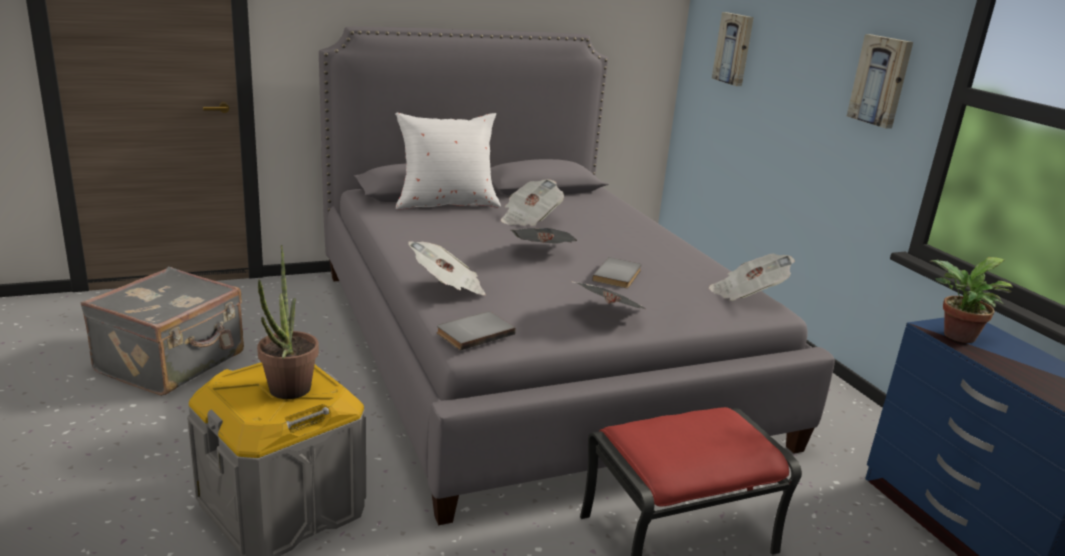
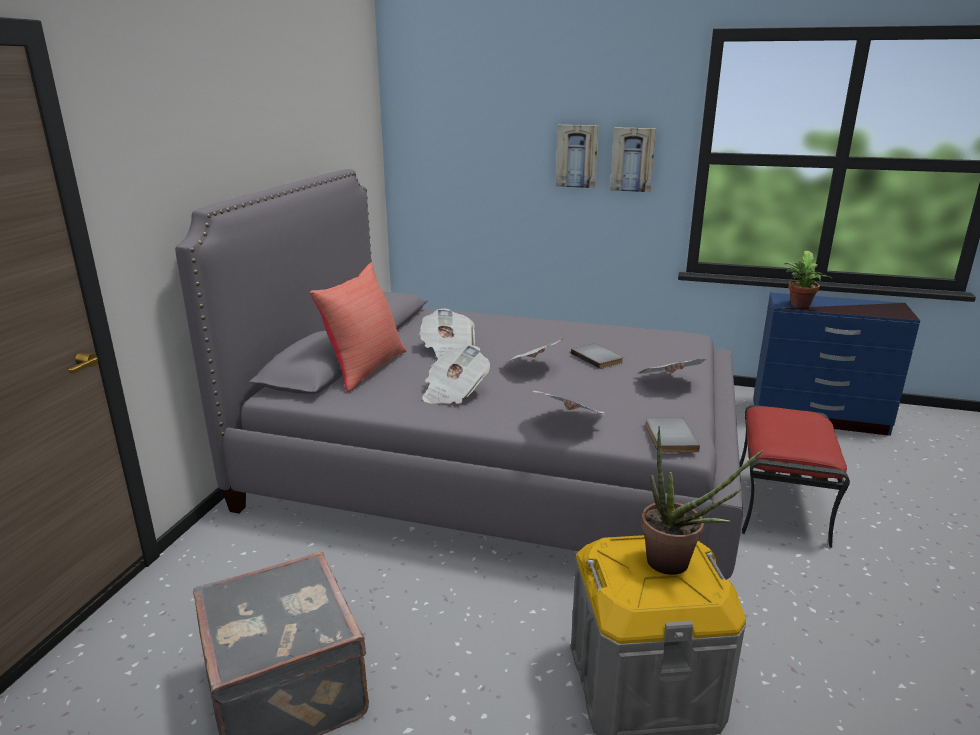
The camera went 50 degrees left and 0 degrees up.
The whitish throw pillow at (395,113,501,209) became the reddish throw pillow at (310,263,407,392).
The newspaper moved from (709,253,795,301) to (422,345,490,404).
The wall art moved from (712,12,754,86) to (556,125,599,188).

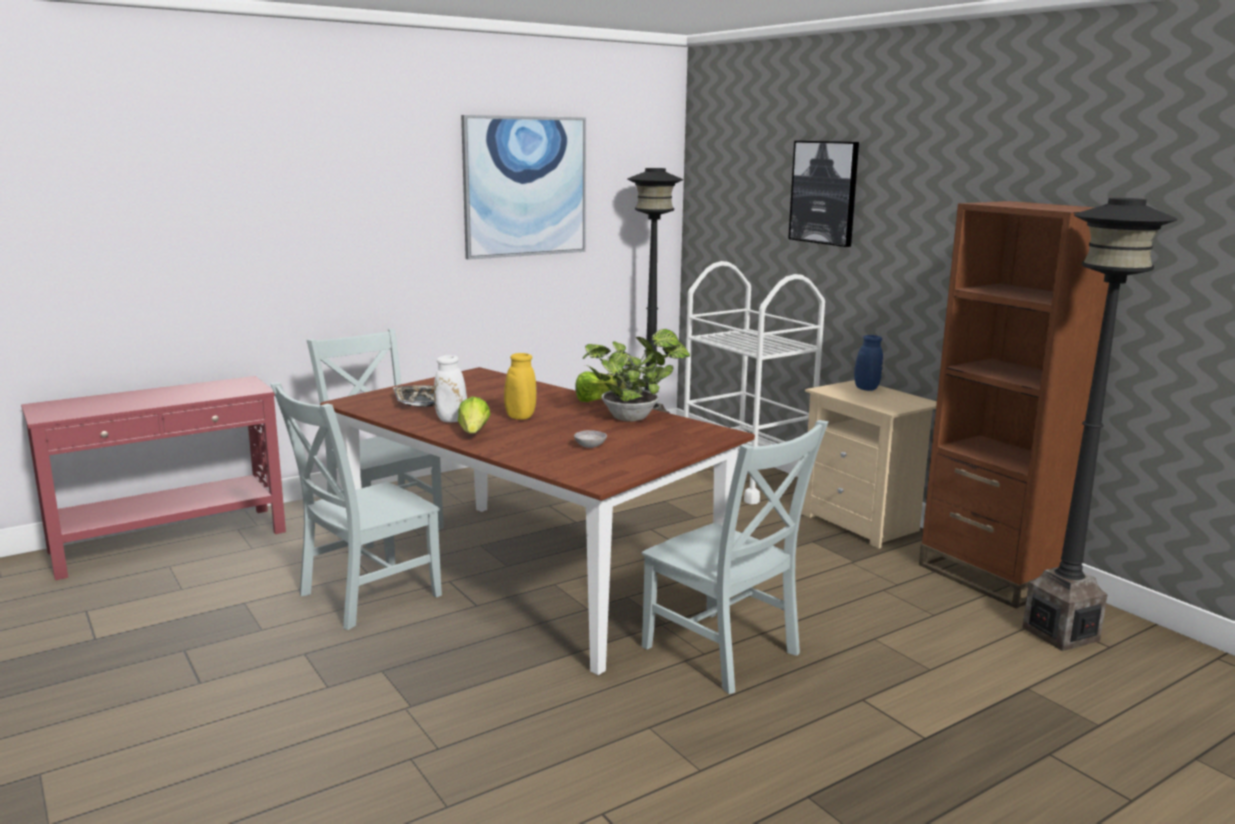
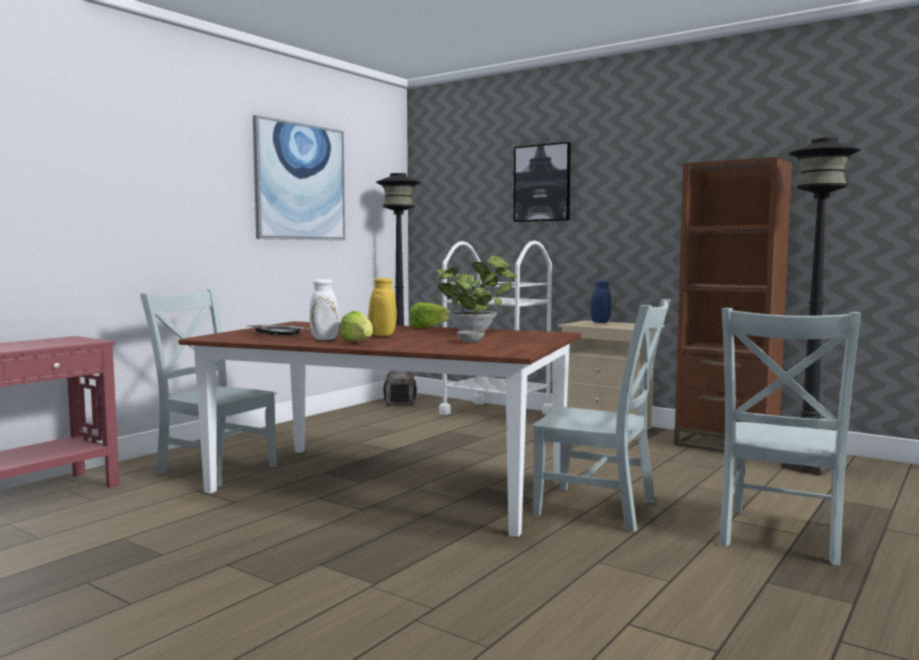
The camera went 20 degrees left and 10 degrees down.
The grey chair moved from (270,382,442,630) to (719,308,861,566).

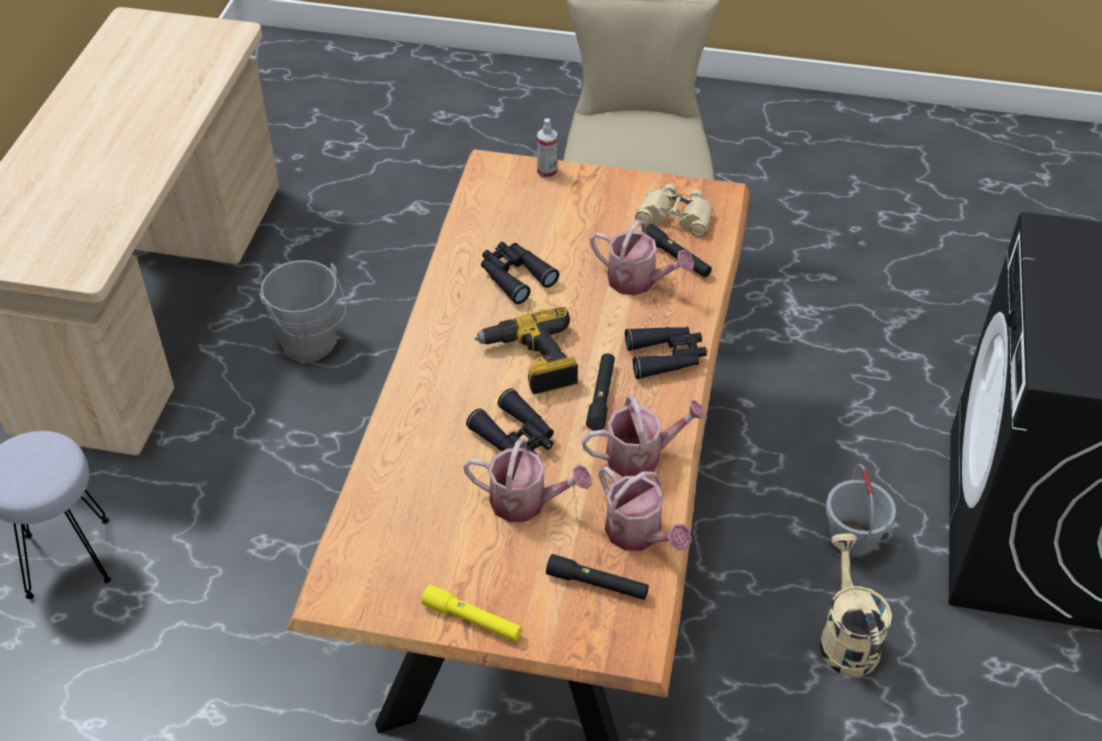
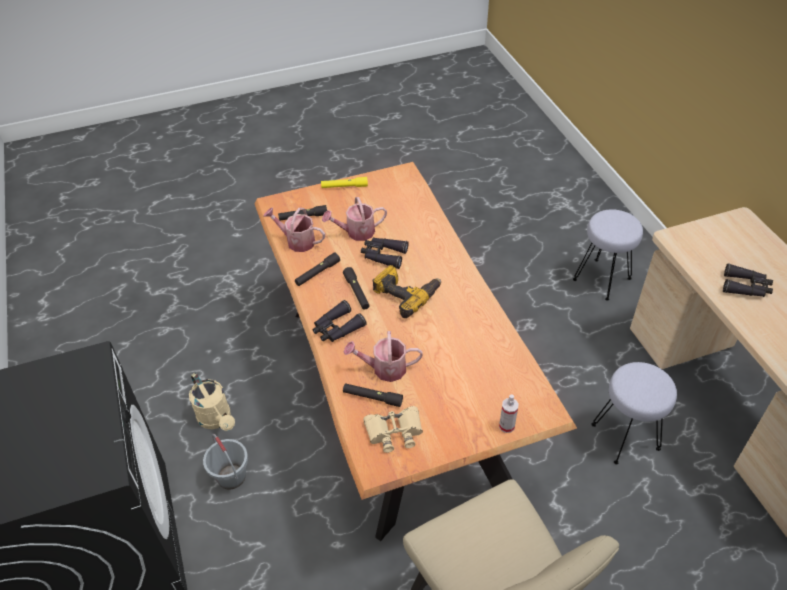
The camera went 150 degrees right and 0 degrees up.
The watering pot at (582,395,707,477) was replaced by the blackish torch at (295,252,340,286).
The grey bucket at (258,260,346,362) was replaced by the grey stool at (591,362,677,464).
The blackish pair of binoculars moved from (481,242,559,304) to (723,263,773,297).

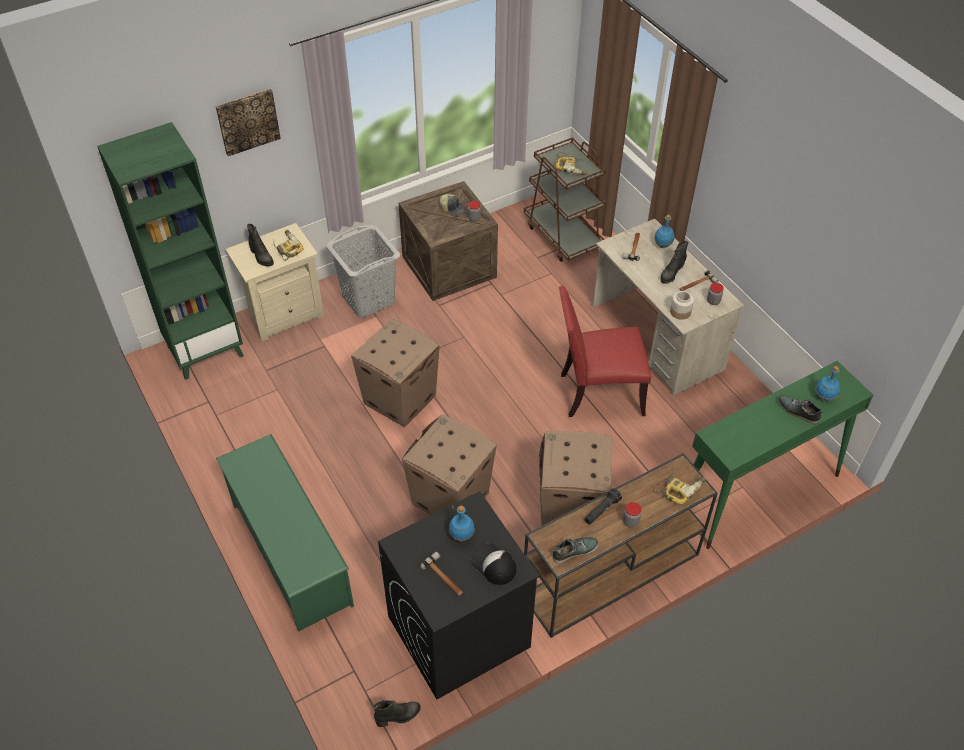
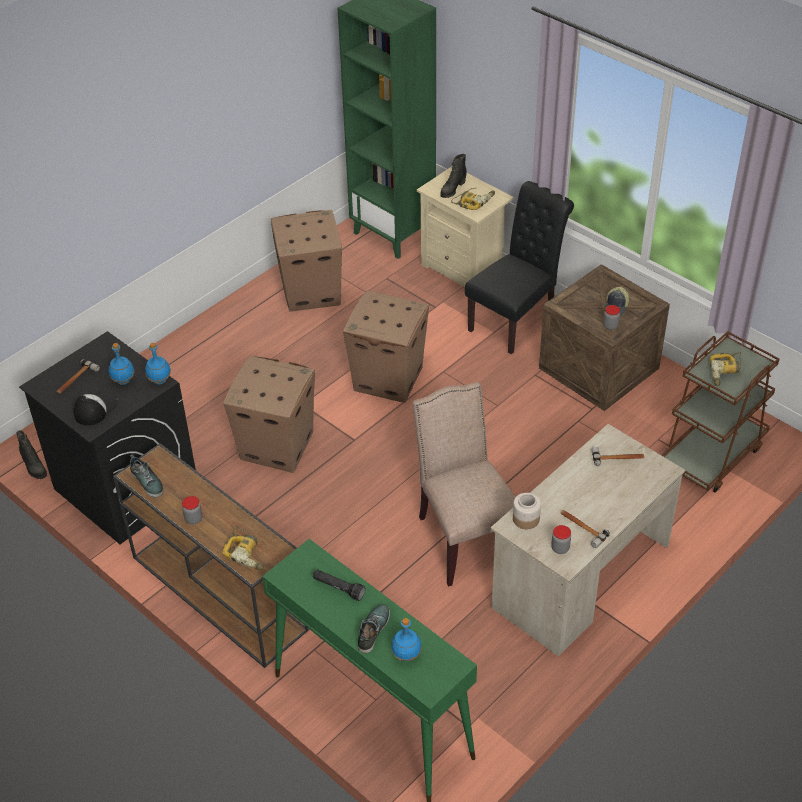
The camera went 75 degrees right and 5 degrees down.
The blue bottle moved from (654,215,674,248) to (145,343,171,385).
The carton moved from (539,431,612,526) to (271,210,342,312).
The blackish torch moved from (584,488,622,524) to (313,569,366,601).
The reddish chair at (559,286,651,417) became the beige chair at (412,382,516,587).
The grey laundry basket at (326,225,400,318) was replaced by the blackish chair at (465,181,574,354).
The wall art at (216,89,281,156) disappeared.
The green-coloured shoe stand at (216,434,354,632) disappeared.
The blackish boot at (660,241,688,284) disappeared.

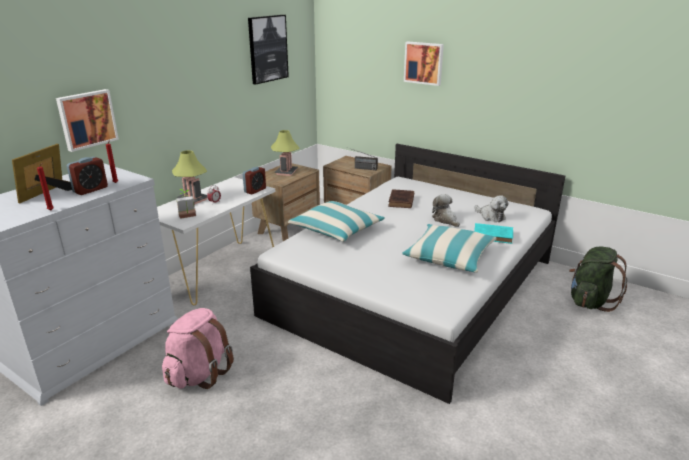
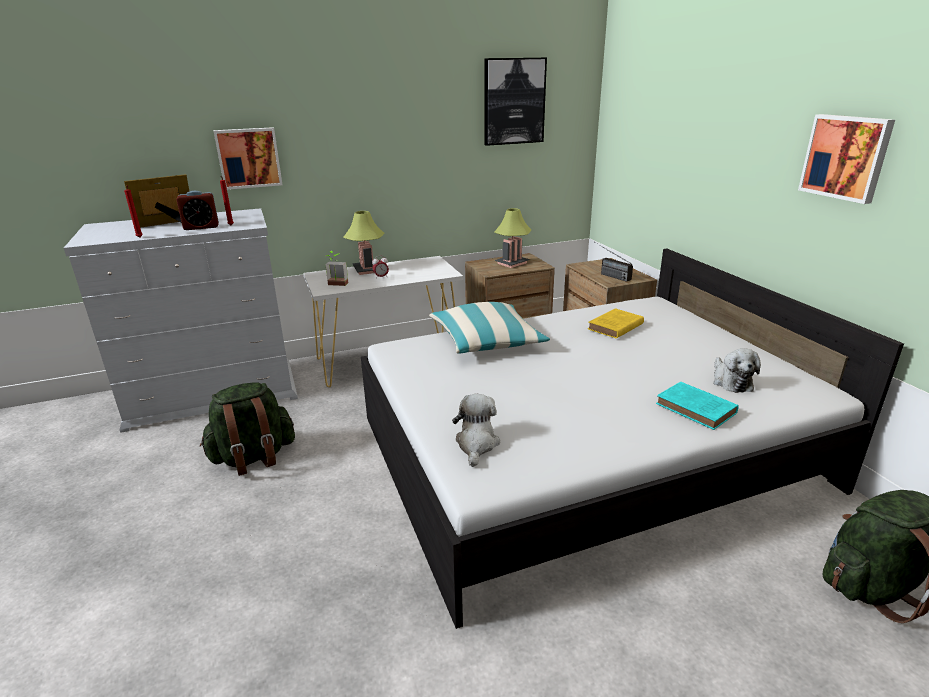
The camera went 35 degrees right and 0 degrees up.
The pink rucksack at (162,308,234,389) became the green-coloured rucksack at (200,382,295,476).
The cuddly toy moved from (432,194,460,227) to (452,394,500,467).
The brown book at (388,189,414,208) became the yellowish book at (588,308,644,339).
The wall art moved from (404,42,444,86) to (798,114,895,204).
The alarm clock at (243,167,266,194) disappeared.
The throw pillow at (403,224,496,273) disappeared.

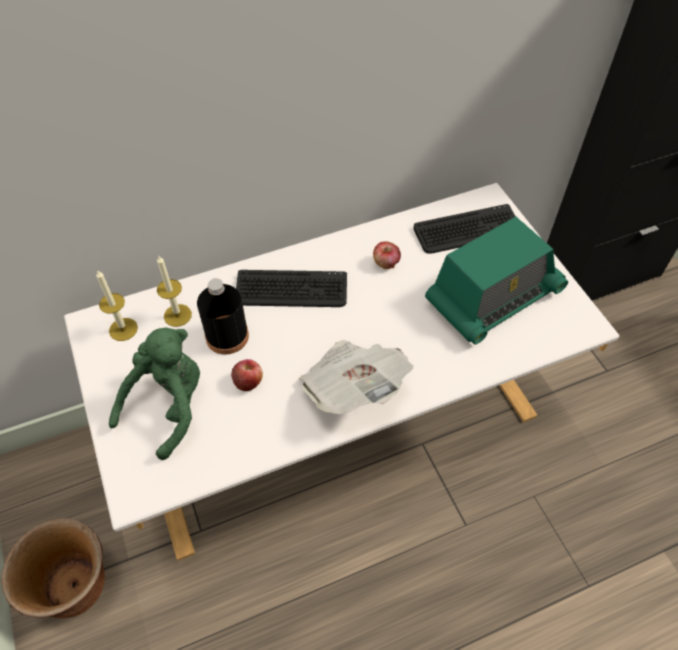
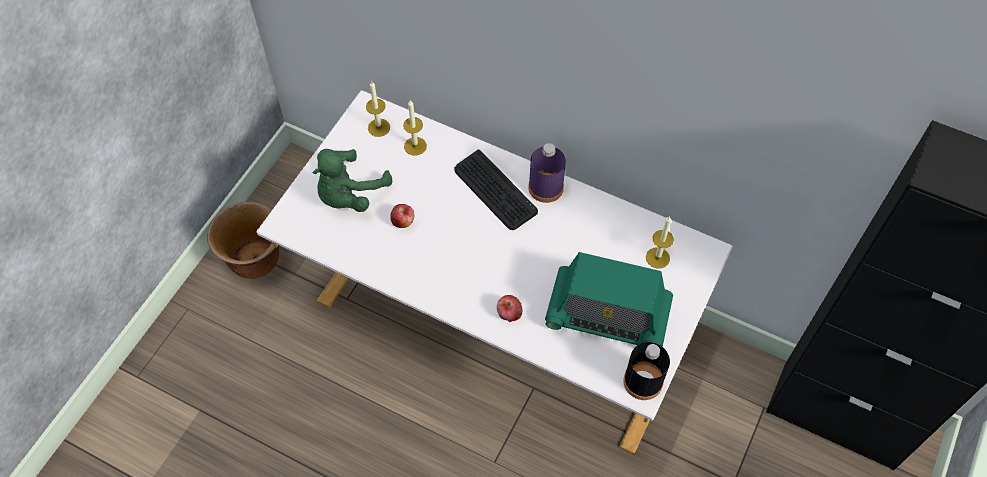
The camera went 50 degrees right and 5 degrees up.
The green-coloured cuddly toy at (109,328,200,460) turned 135 degrees clockwise.
The whole apple moved from (373,241,401,269) to (497,295,522,322).
The purple bottle at (528,143,566,203) appeared.
The blackish bottle moved from (197,278,249,355) to (623,342,670,400).
The keyboard at (413,204,516,254) was replaced by the wax light at (646,216,674,268).
The newspaper at (299,340,413,414) disappeared.

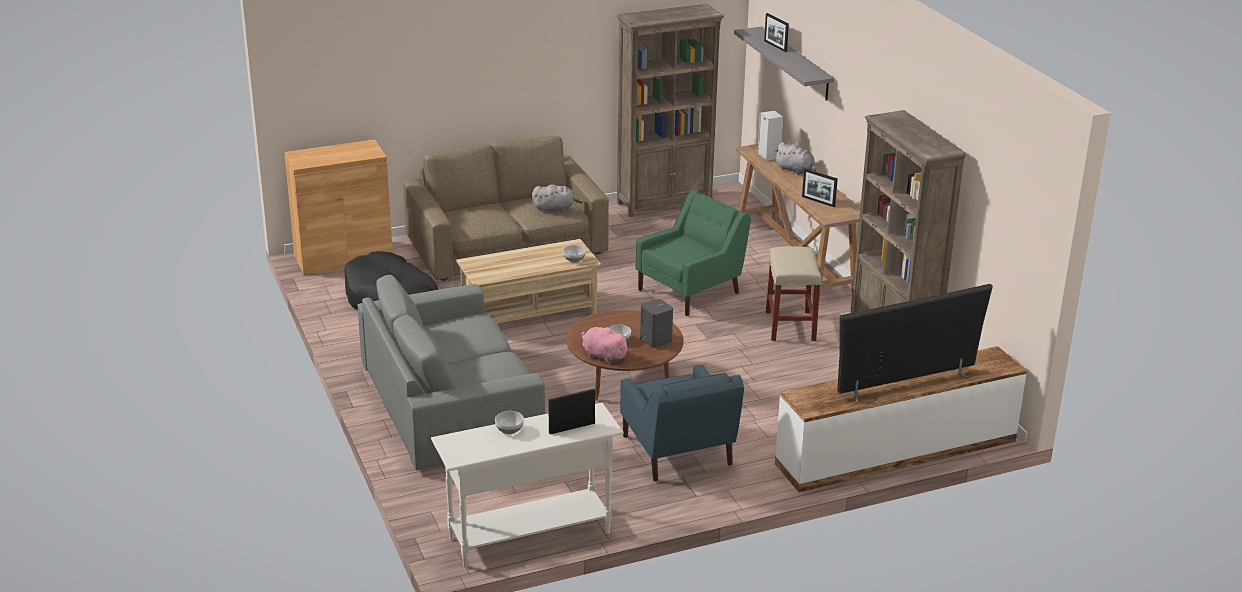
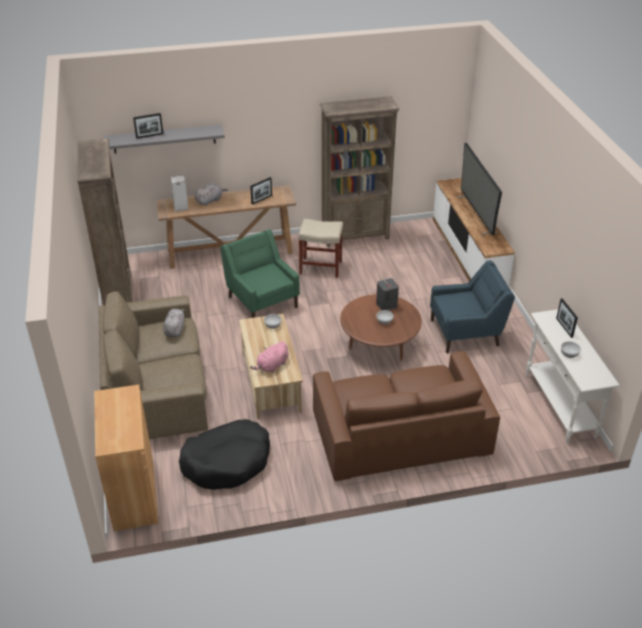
The camera went 80 degrees left and 10 degrees up.
The pink cuddly toy moved from (582,326,630,363) to (250,341,288,373).
The grey couch at (357,275,545,470) became the brown couch at (313,351,500,481).

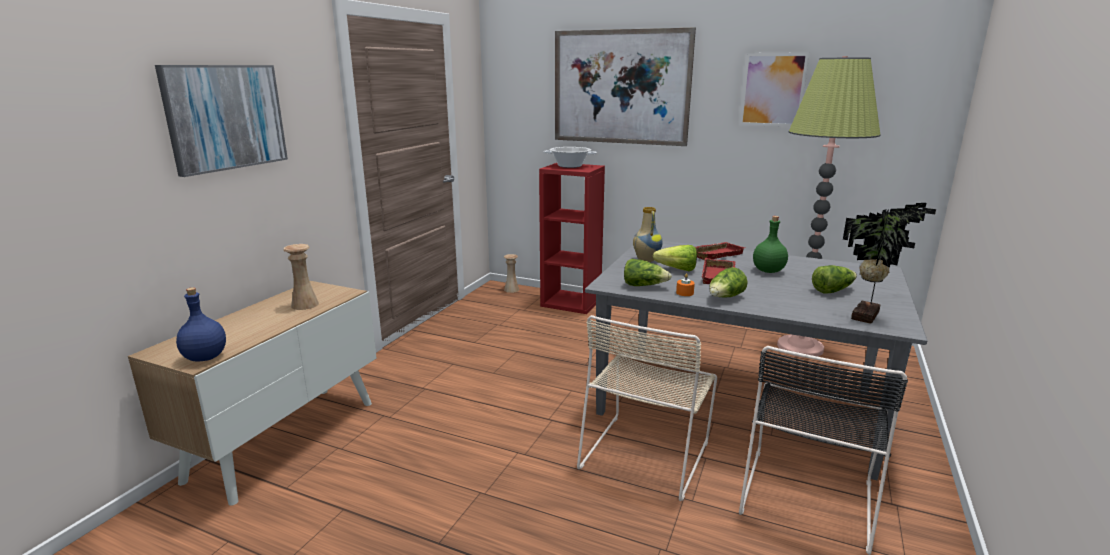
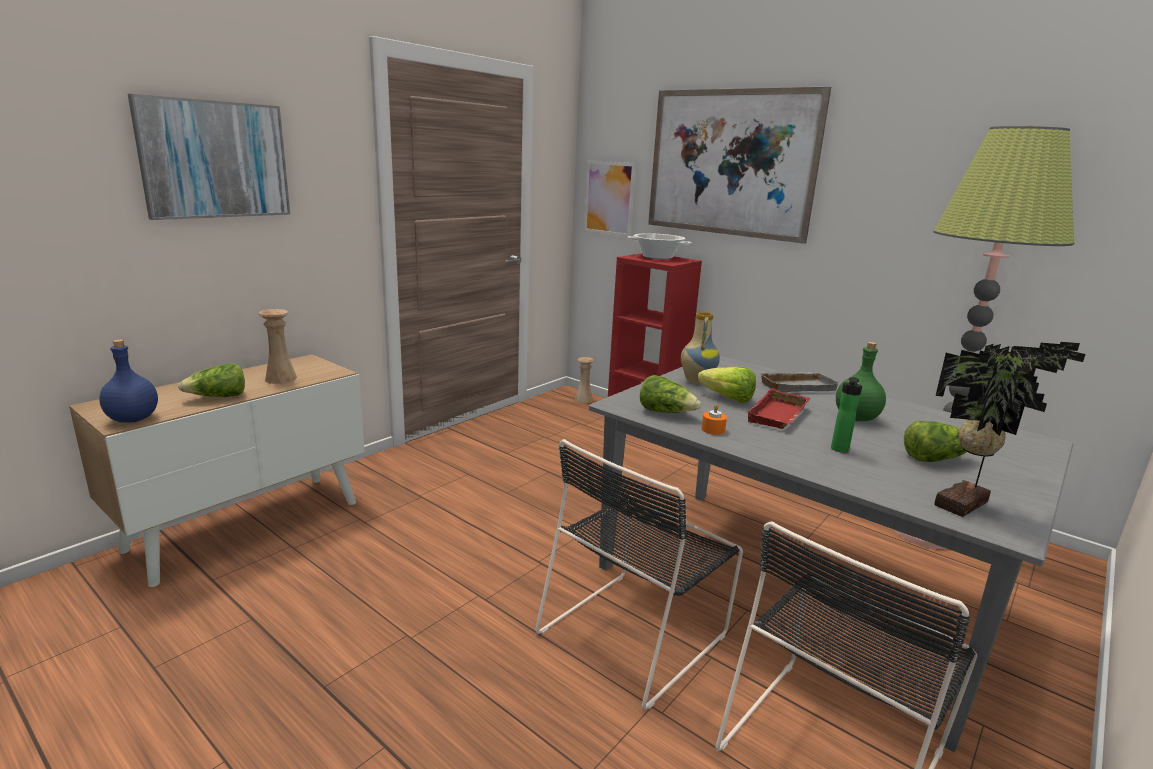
The camera went 15 degrees right and 0 degrees up.
The lettuce head moved from (709,267,748,298) to (178,363,245,397).
The beige chair at (577,315,717,501) became the blackish chair at (535,439,743,709).
The wall art moved from (739,52,810,127) to (584,161,636,237).
The reddish carrying tray at (695,242,745,260) became the grey carrying tray at (758,372,841,392).
The bottle at (831,377,862,453) appeared.

